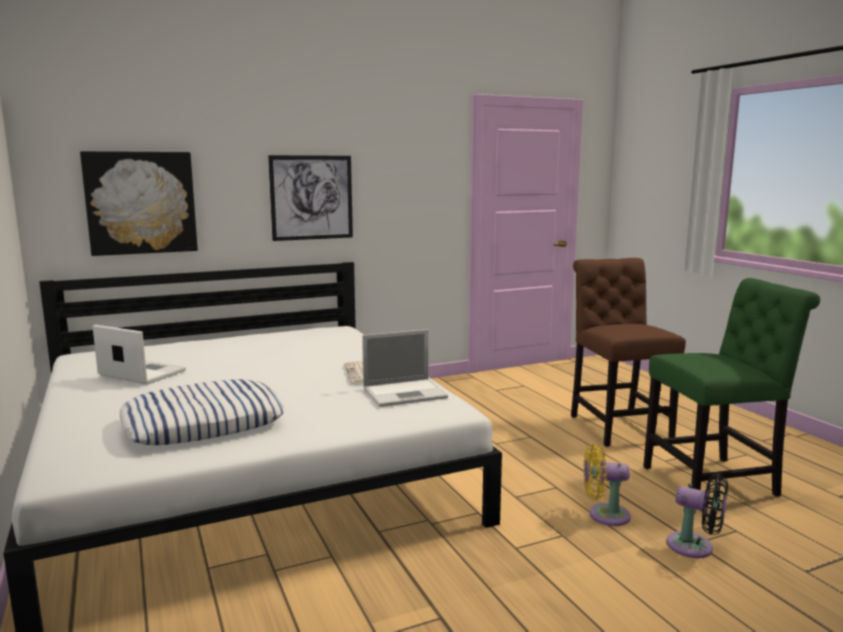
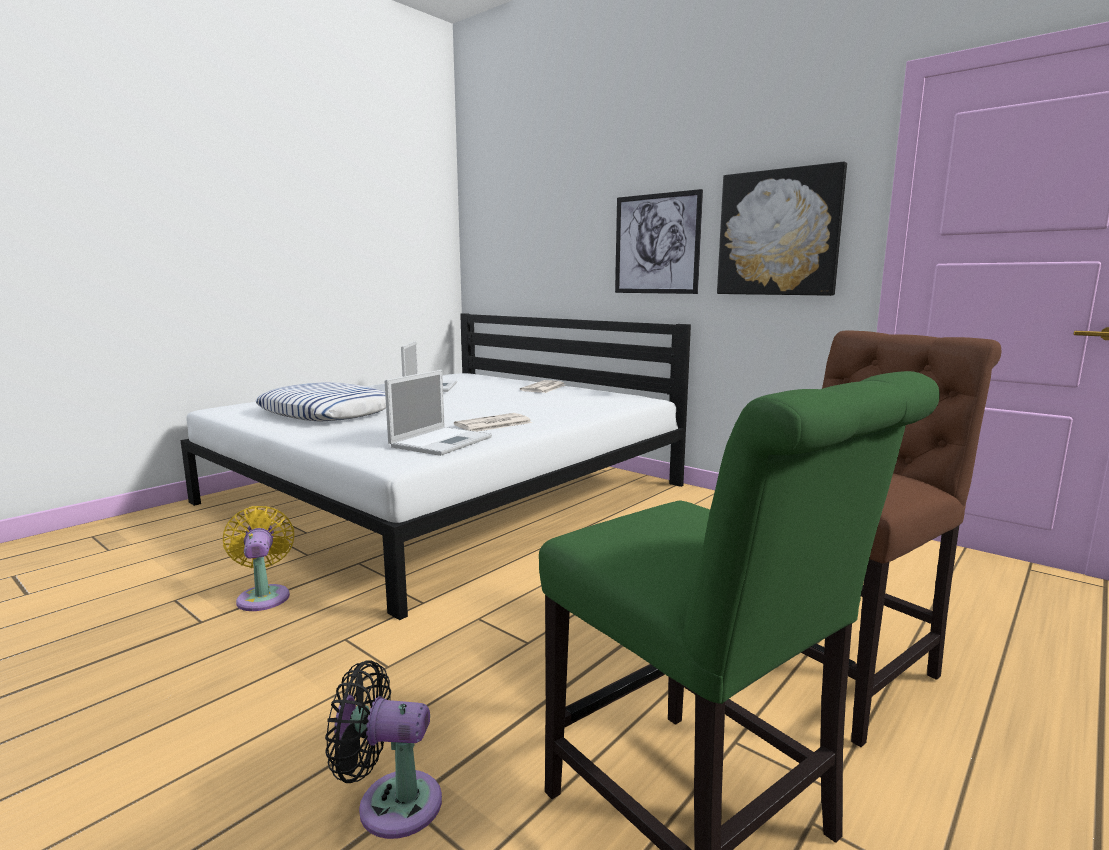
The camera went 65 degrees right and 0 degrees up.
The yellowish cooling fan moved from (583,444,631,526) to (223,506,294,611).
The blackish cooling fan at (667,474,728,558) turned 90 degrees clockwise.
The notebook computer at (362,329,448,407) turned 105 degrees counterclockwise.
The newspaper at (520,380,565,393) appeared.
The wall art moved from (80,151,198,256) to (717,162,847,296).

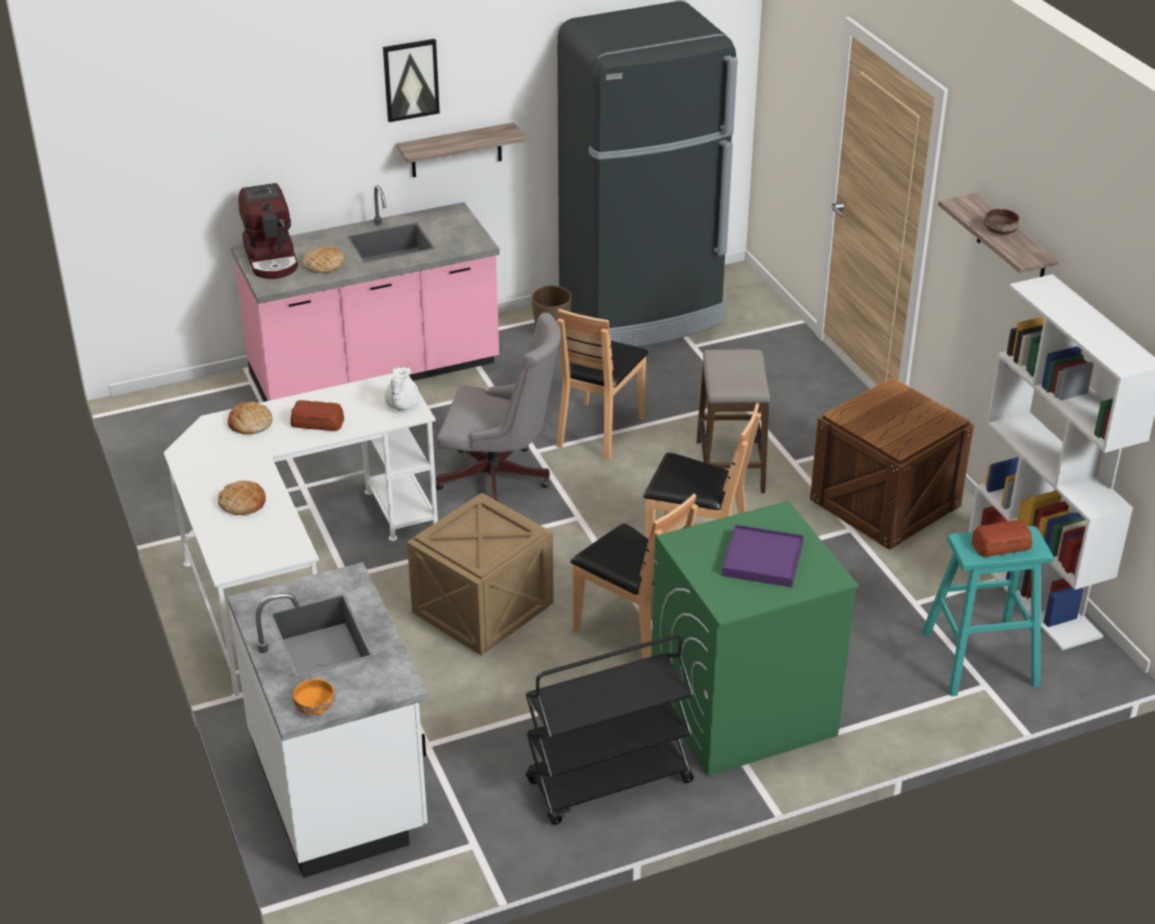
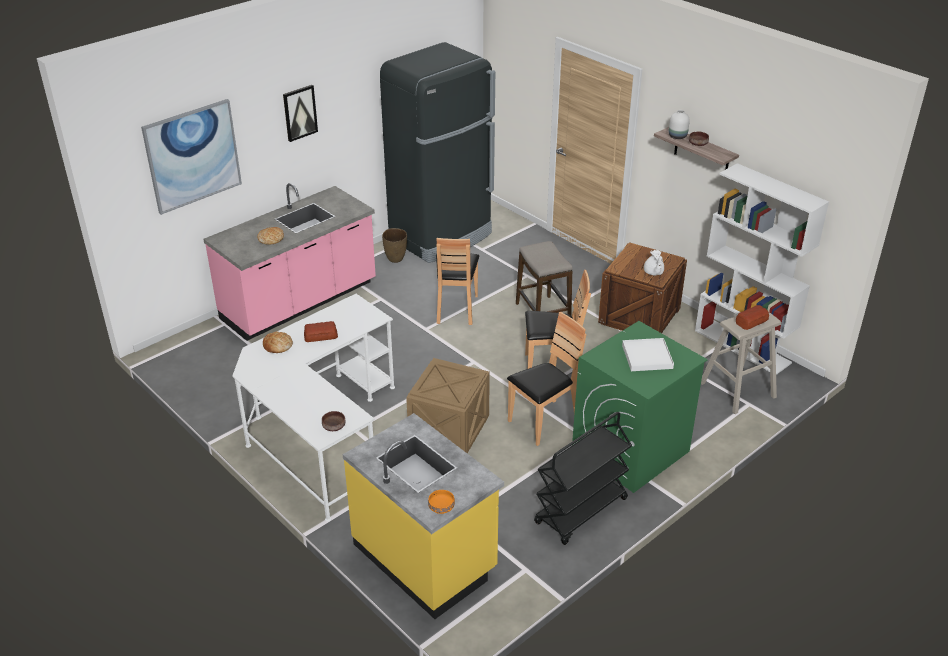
The camera went 20 degrees left and 0 degrees up.
The wall art at (141,99,242,215) appeared.
The brown bowl at (322,411,346,431) appeared.
The whitish counter at (227,562,429,878) became the yellowish counter at (343,413,504,619).
The brown chair at (570,494,698,659) turned 60 degrees counterclockwise.
The purple carrying tray at (722,525,804,587) became the whitish carrying tray at (622,338,674,371).
The whitish tea pot moved from (385,366,420,410) to (644,250,664,276).
The whitish flower vase at (669,110,690,139) appeared.
The turquoise-coloured stool at (922,526,1054,696) became the beige stool at (701,312,781,414).
The bread at (218,481,266,515) disappeared.
The coffee brewer at (238,183,298,279) disappeared.
The bracket shelf at (396,122,527,177) disappeared.
The grey office chair at (436,313,561,501) disappeared.

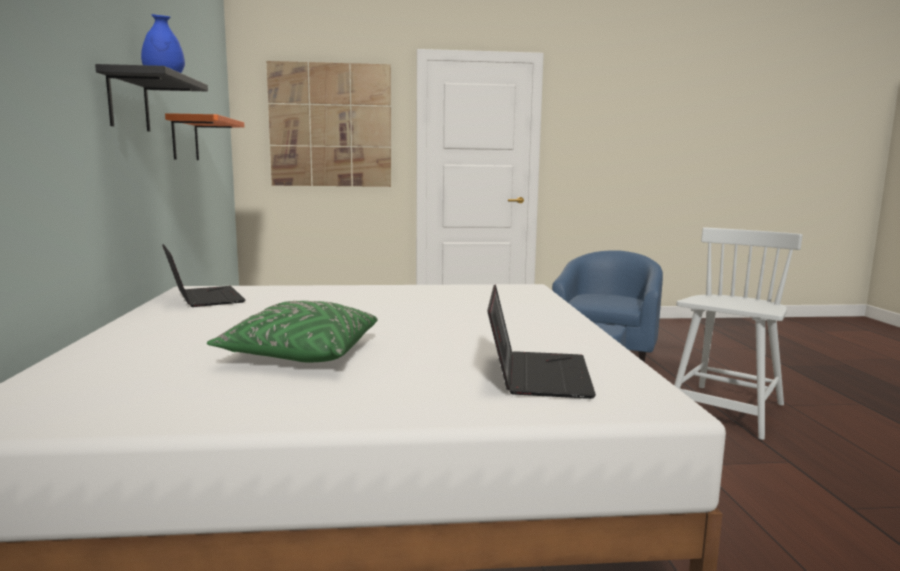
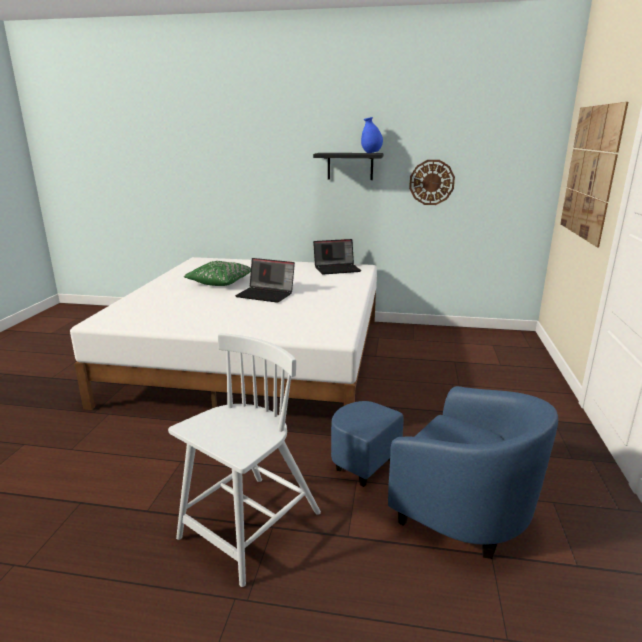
The camera went 105 degrees right and 10 degrees up.
The whitish chair at (674,227,803,440) turned 105 degrees counterclockwise.
The notebook computer moved from (487,284,596,399) to (235,258,295,303).
The orange-coloured bracket shelf at (165,113,244,160) was replaced by the wall clock at (409,160,455,205).

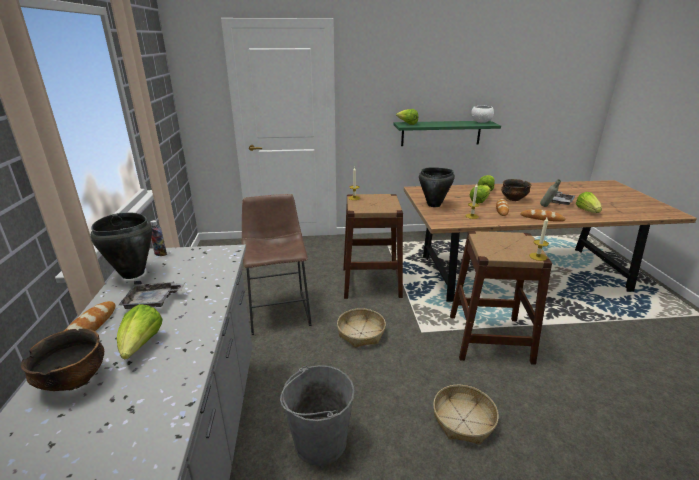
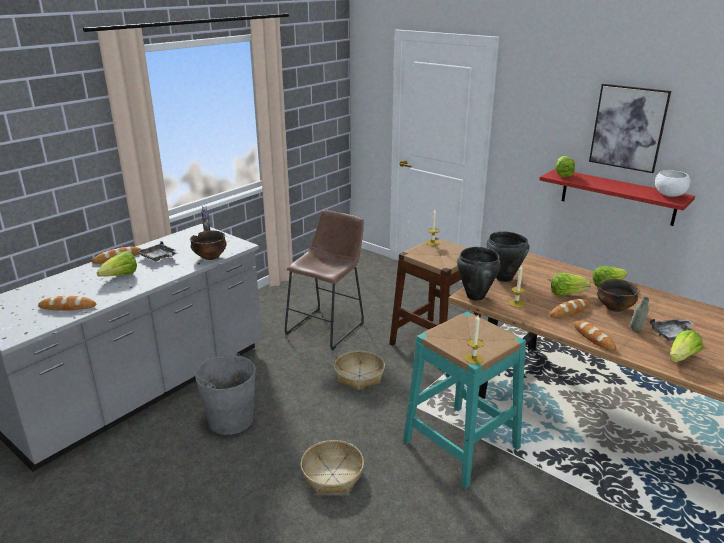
The camera went 45 degrees right and 0 degrees up.
The bread at (38,296,96,310) appeared.
The bowl moved from (21,328,104,391) to (190,230,227,260).
The brown stool at (450,231,552,365) became the turquoise-coloured stool at (403,312,526,488).
The blackish cooking pot moved from (91,212,152,279) to (457,247,501,301).
The green-coloured bracket shelf at (393,121,501,146) became the reddish bracket shelf at (539,169,695,226).
The wall art at (589,84,671,173) appeared.

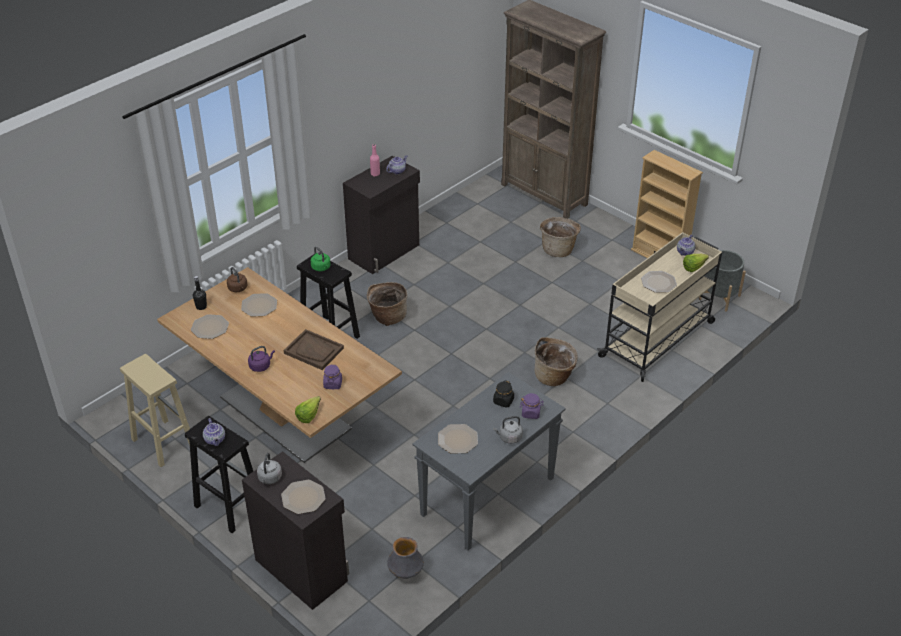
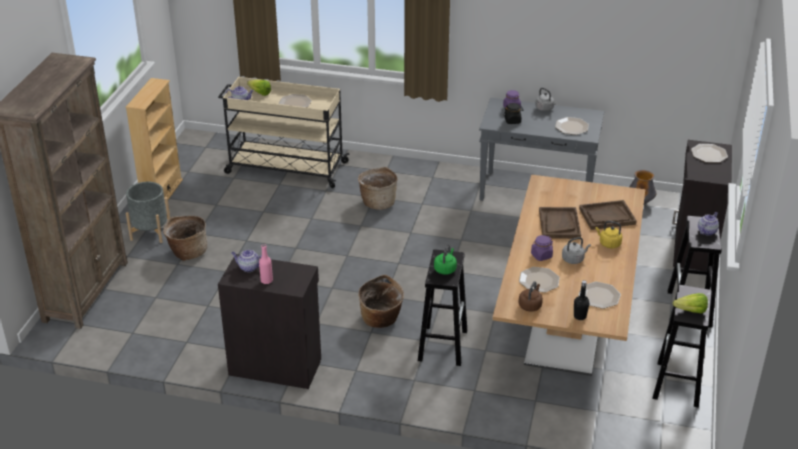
The camera went 120 degrees left and 5 degrees down.
The grey plant pot moved from (699,250,746,312) to (126,182,170,243).
The purple jar moved from (323,364,342,389) to (531,235,553,261).
The grey water kettle moved from (257,453,282,484) to (562,237,591,264).
The brown carrying tray at (579,200,637,230) appeared.
The purple water kettle at (248,346,275,372) became the yellowish water kettle at (595,221,623,248).
The beige stool at (120,354,190,467) became the blackish stool at (653,285,712,407).
The lettuce head moved from (295,396,321,423) to (673,293,708,314).

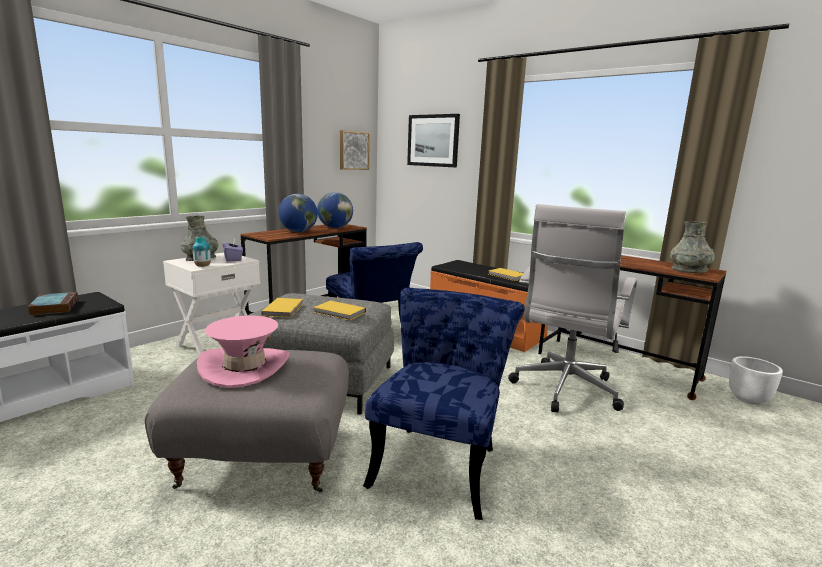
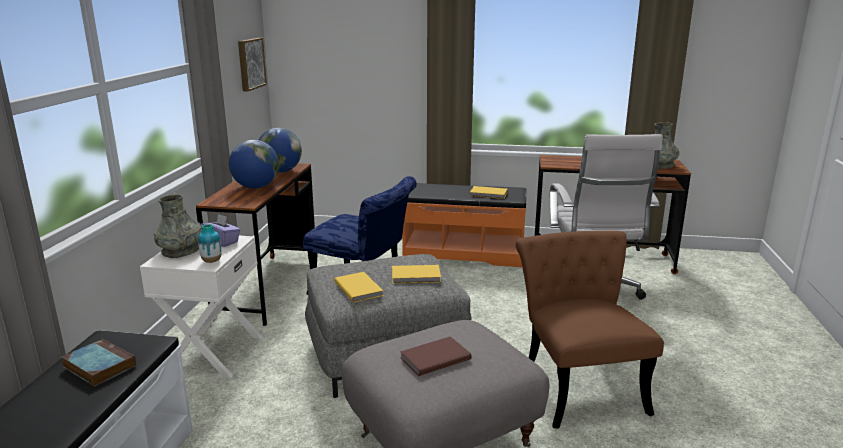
The camera went 30 degrees left and 5 degrees up.
The pink clothing hat at (197,316,289,388) was replaced by the brown book at (400,336,472,376).
The blue chair at (363,288,525,520) became the brown chair at (516,231,664,429).
The wall art at (407,114,460,167) disappeared.
The whitish plant pot at (729,356,783,405) disappeared.

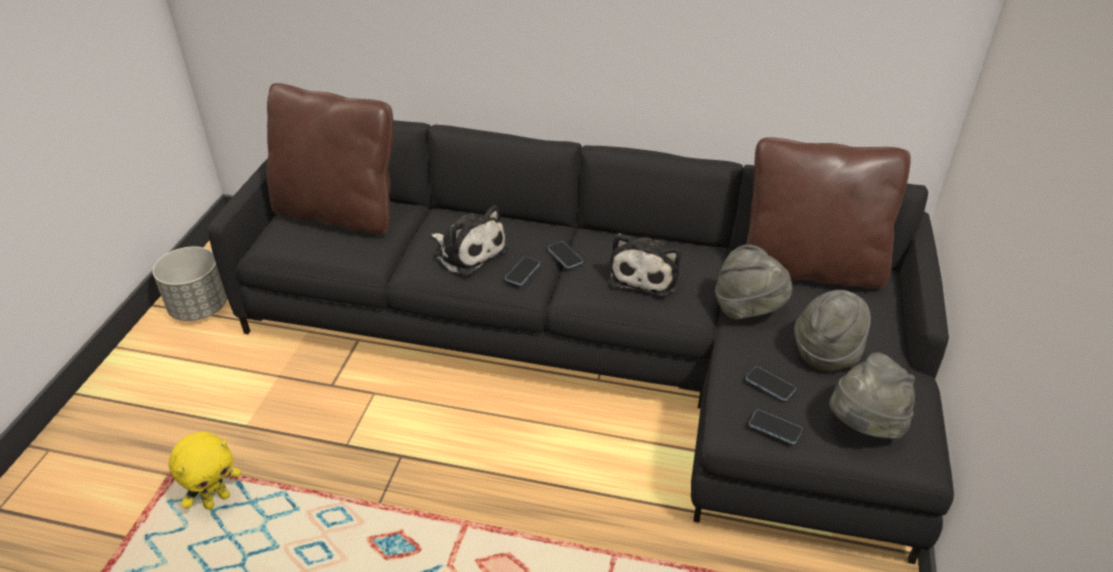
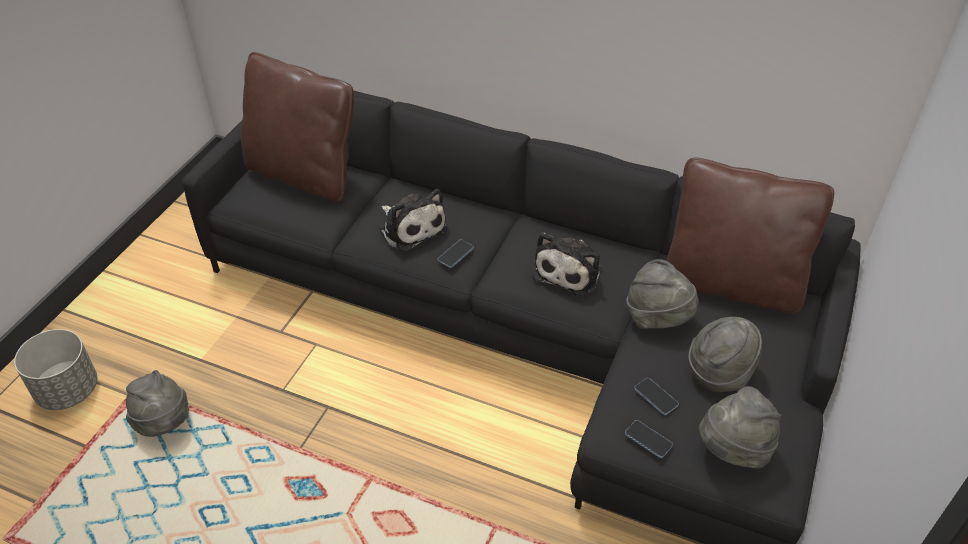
The camera went 10 degrees right and 5 degrees up.
The grey plant pot moved from (153,246,227,321) to (14,329,97,410).
The yellowish cuddly toy at (168,432,241,510) was replaced by the grey clothing hat at (126,370,189,437).
The phone at (548,241,583,269) disappeared.

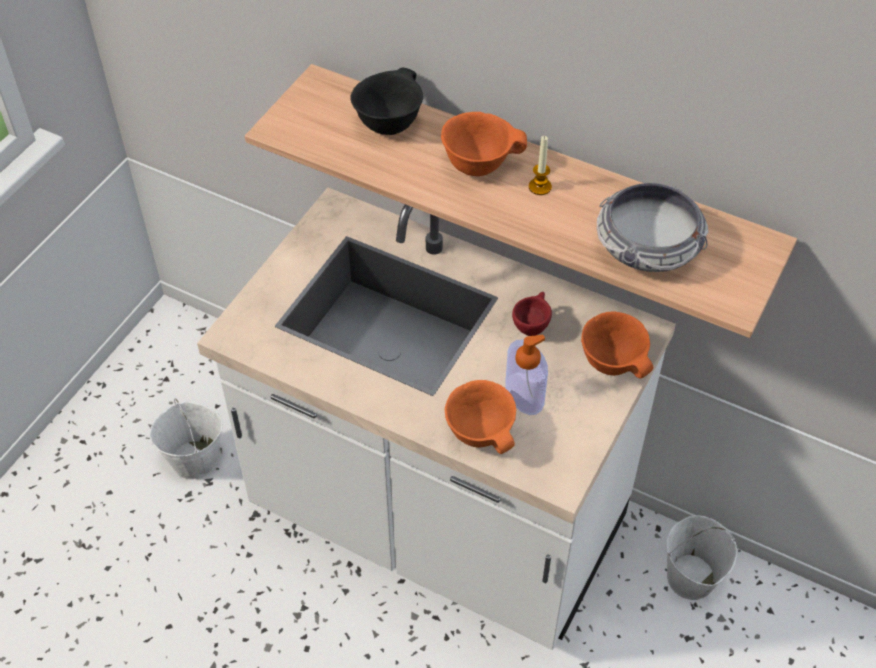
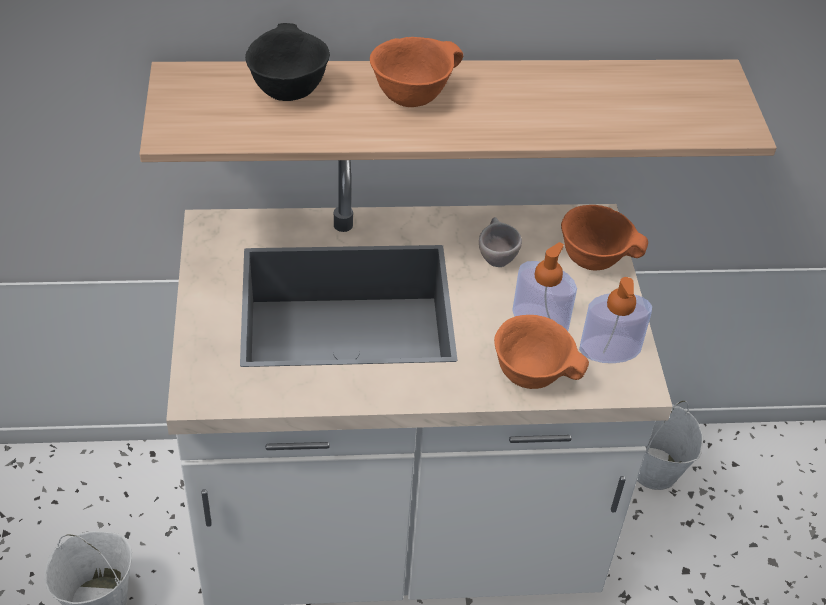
The camera went 35 degrees left and 5 degrees down.
The reddish cup at (512,292,552,336) became the beige cup at (479,217,522,267).
The soap bottle at (579,277,652,363) appeared.
The wax light at (529,136,552,195) disappeared.
The bowl at (597,183,708,272) disappeared.

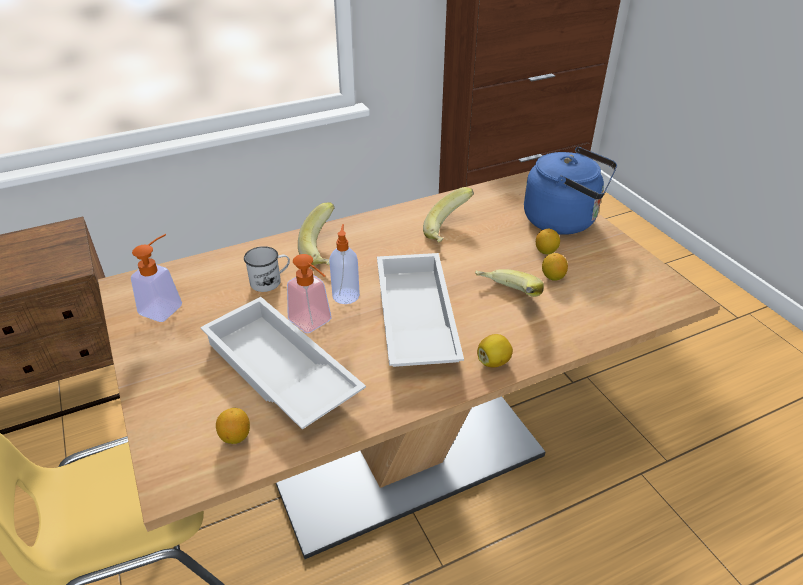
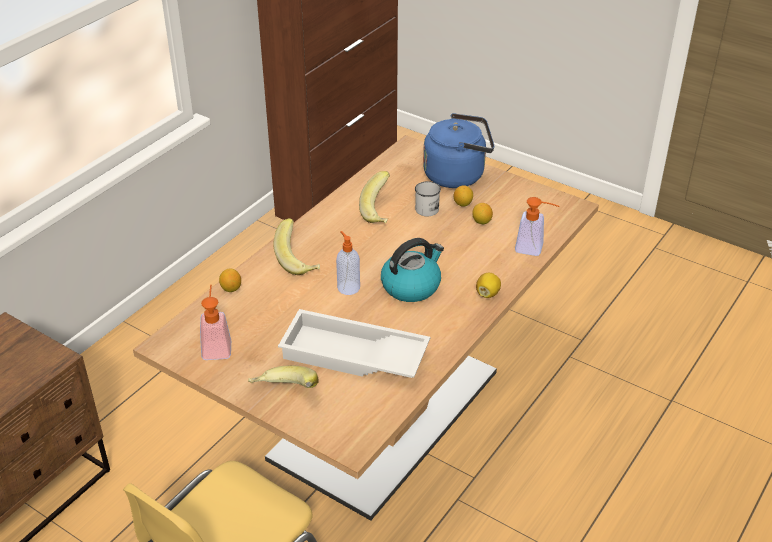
The camera went 30 degrees left and 0 degrees up.
The whole lemon moved from (216,408,250,444) to (219,268,241,292).
The whole banana moved from (475,269,544,297) to (248,365,319,388).
The whitish carrying tray at (377,253,464,367) was replaced by the water kettle at (381,238,444,302).
The whitish tea mug moved from (244,246,290,292) to (415,181,441,216).
The soap bottle moved from (287,254,332,333) to (515,197,559,256).

